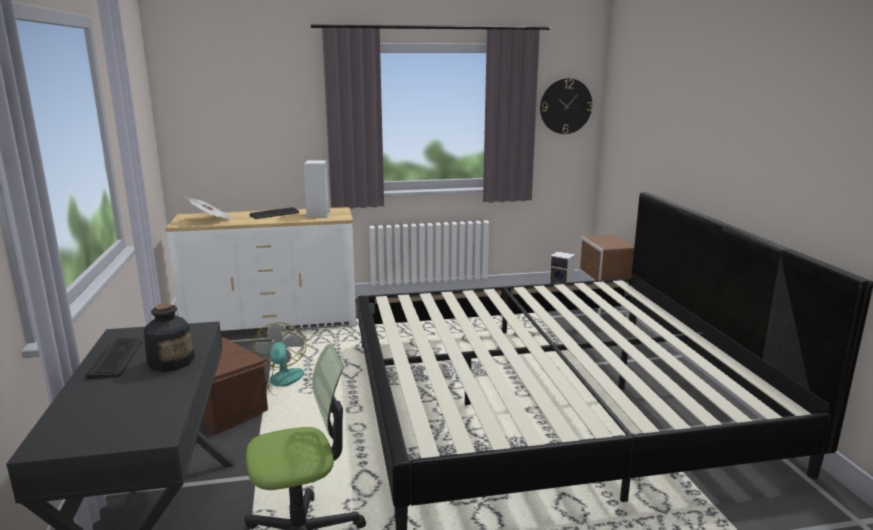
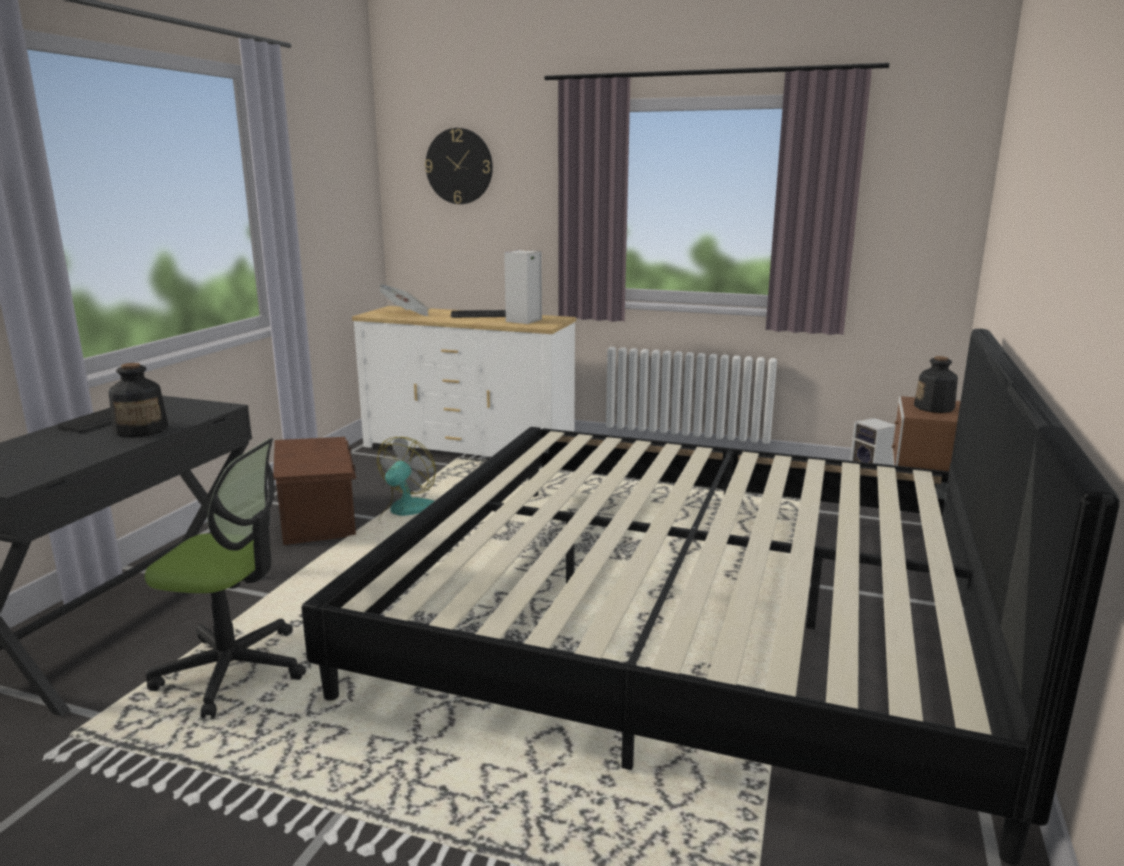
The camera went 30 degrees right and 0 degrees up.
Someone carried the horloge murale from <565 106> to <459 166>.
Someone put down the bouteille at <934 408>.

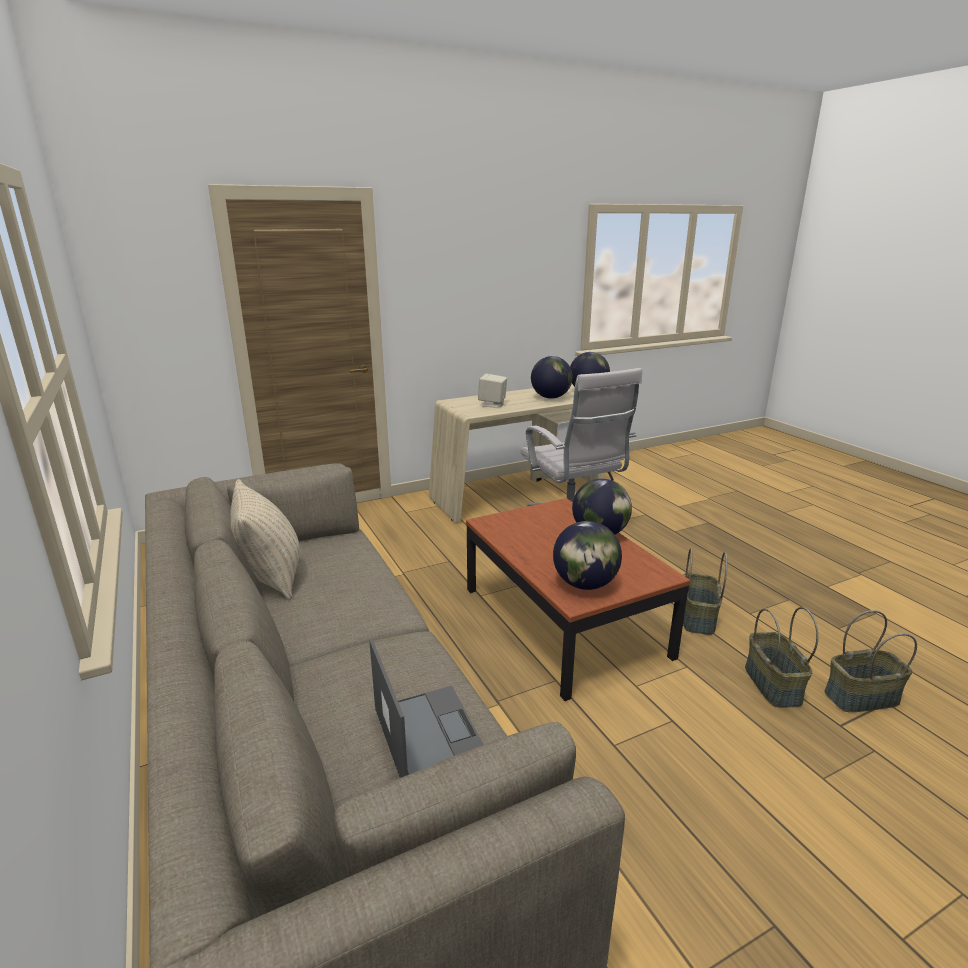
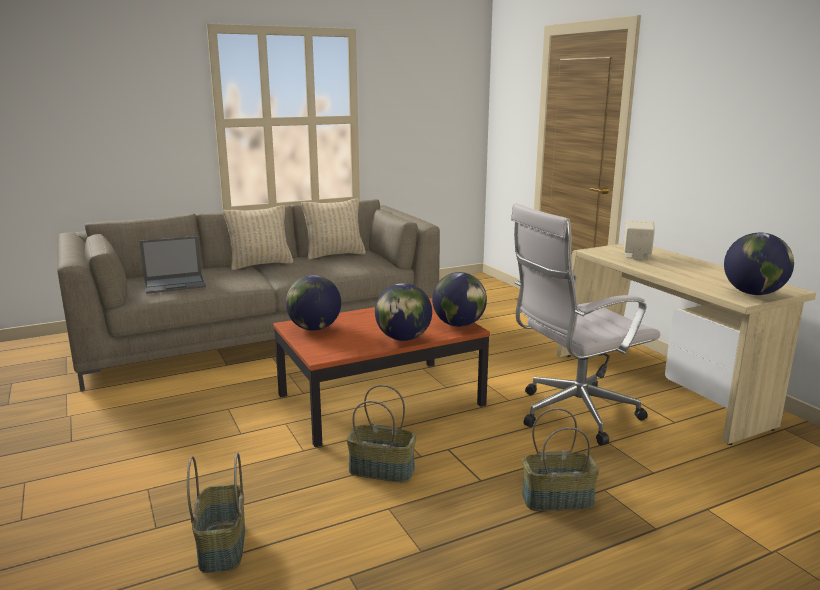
The camera went 90 degrees right and 5 degrees down.
Someone carried the globe from <550 397> to <458 325>.
Someone carried the panier from <771 684> to <558 499>.
Someone put down the coussin/beige at <261 264>.

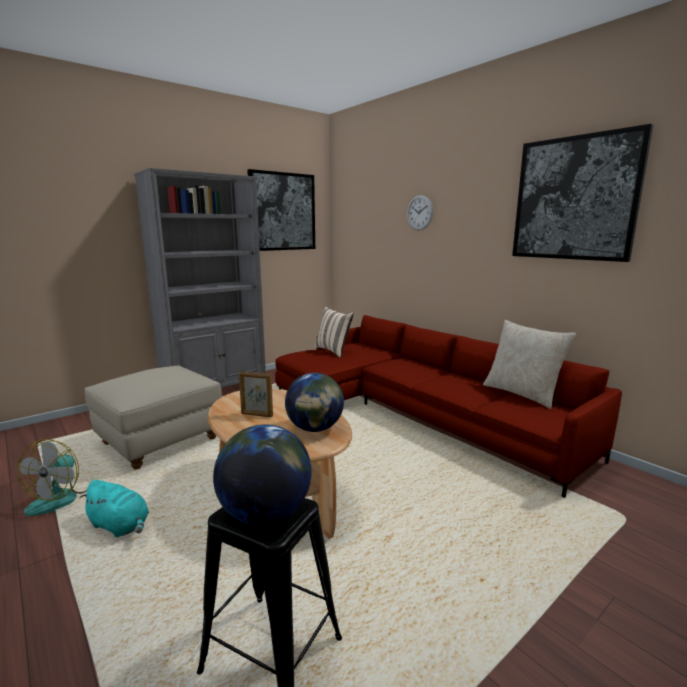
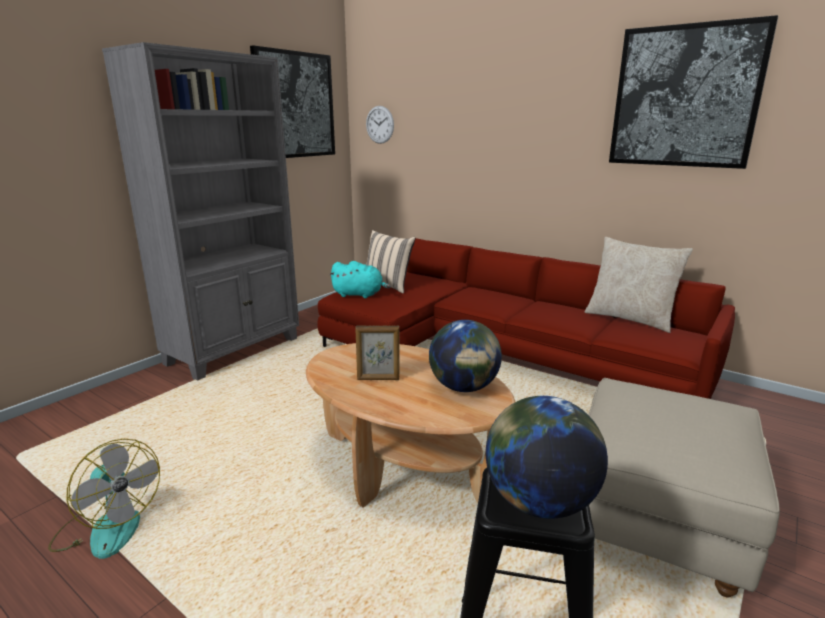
The camera went 15 degrees left and 5 degrees up.
Someone rotated the ventilateur at <60 497> by 45 degrees counterclockwise.
Someone carried the peluche/turquoise from <120 526> to <359 295>.
Someone carried the pouf/beige from <160 442> to <654 522>.
Someone carried the horloge murale from <419 213> to <379 124>.

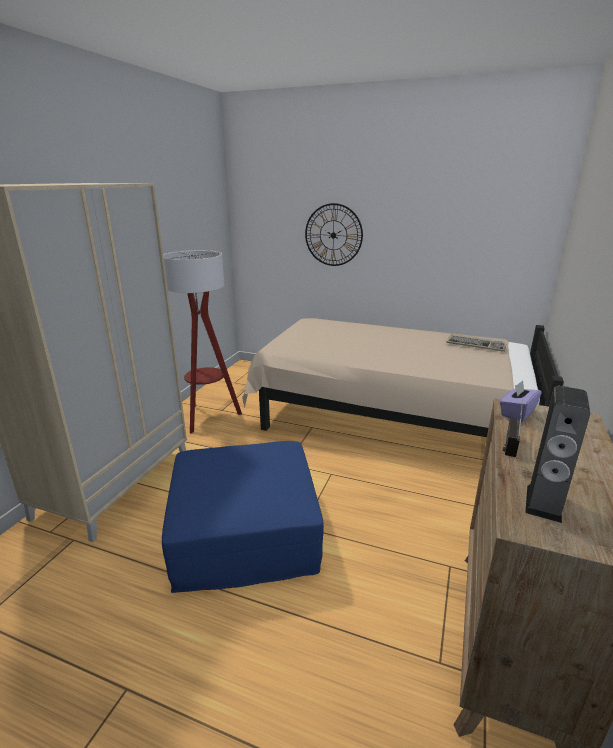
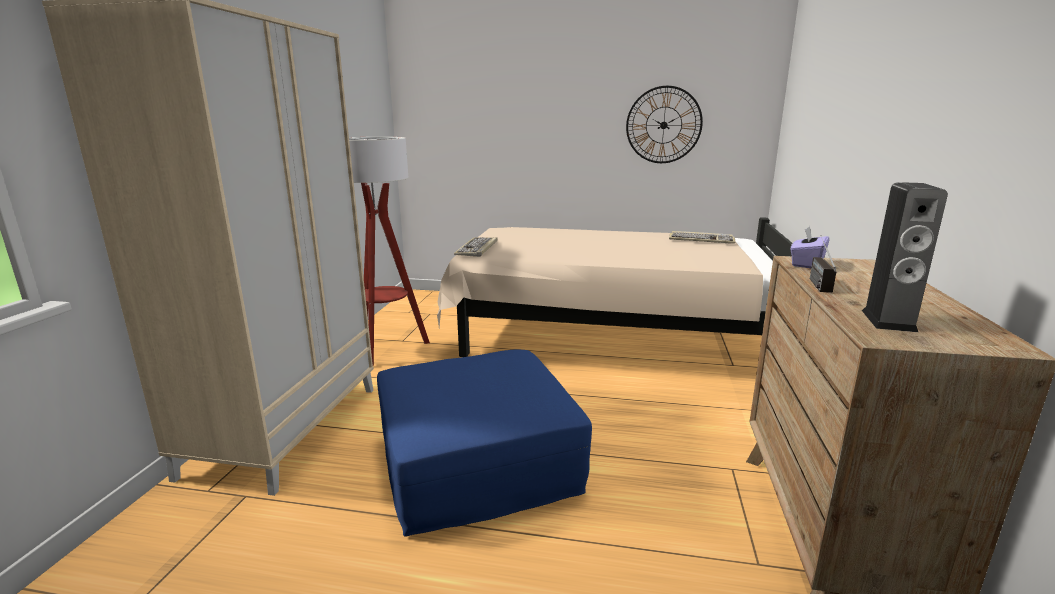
The camera went 10 degrees left and 5 degrees down.
Someone carried the horloge murale from <333 235> to <663 125>.
Someone put down the clavier at <477 249>.

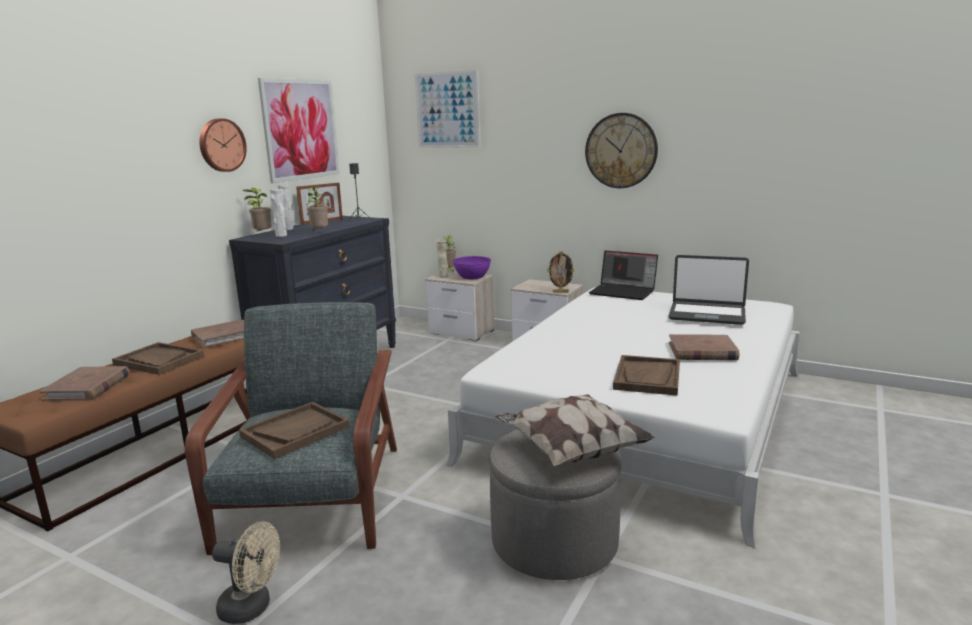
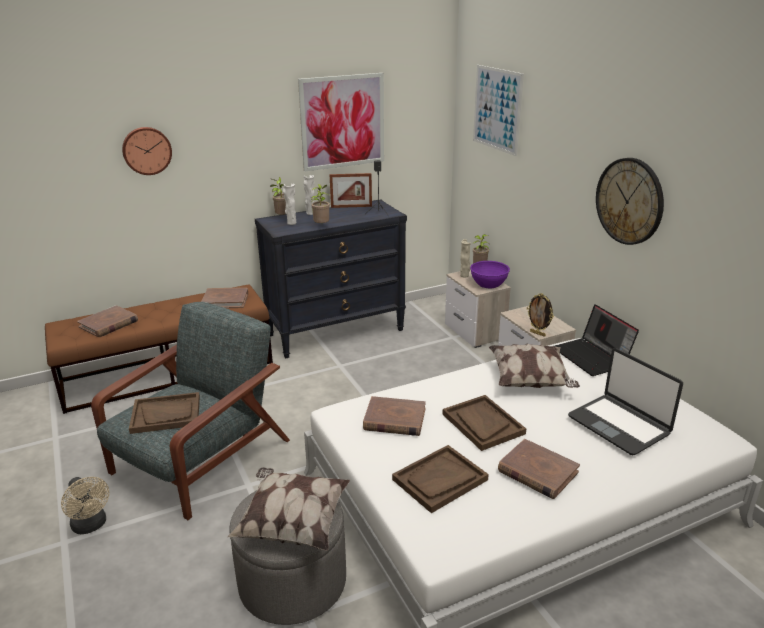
The camera went 35 degrees right and 10 degrees up.
Someone carried the plateau/marron from <158 360> to <482 424>.
Someone carried the horloge murale from <221 145> to <146 150>.
Someone put down the livre/marron at <394 419>.
Someone put down the coussin at <530 381>.

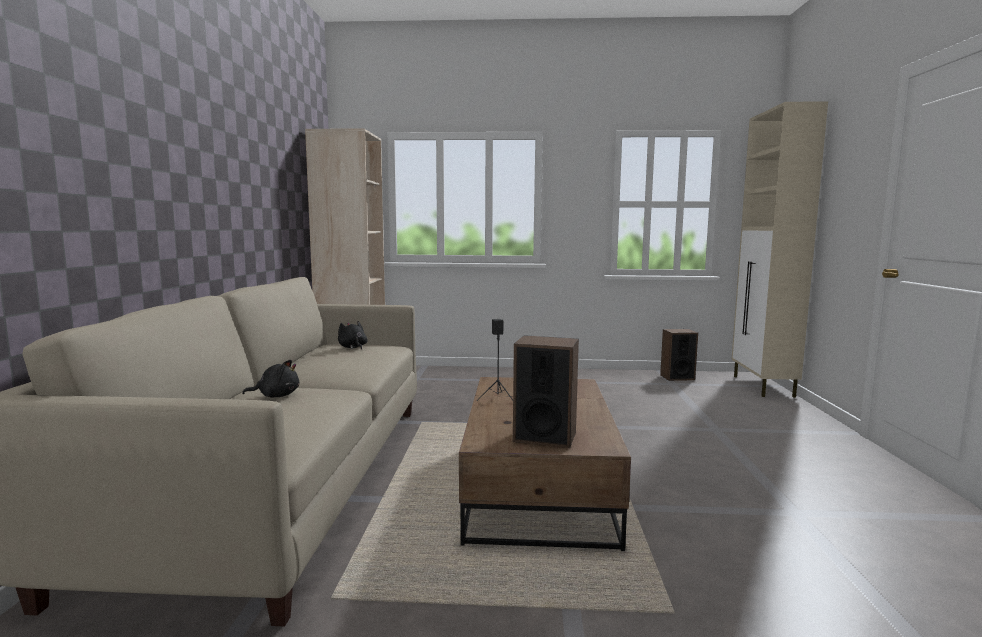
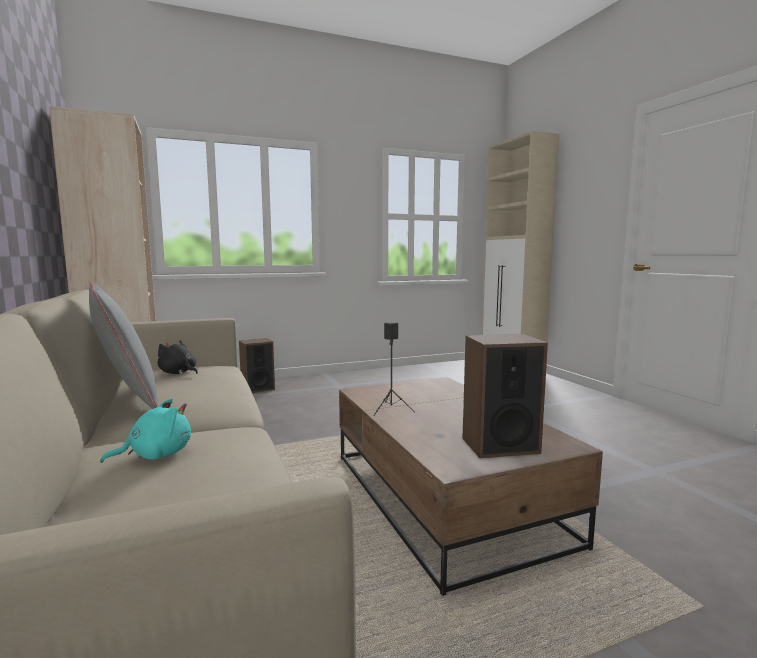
The camera went 25 degrees left and 0 degrees up.
Someone repainted the peluche/noir at <276 396>, which became the peluche/turquoise at <156 455>.
Someone carried the enceinte from <677 377> to <257 389>.
Someone put down the coussin/gris at <127 400>.

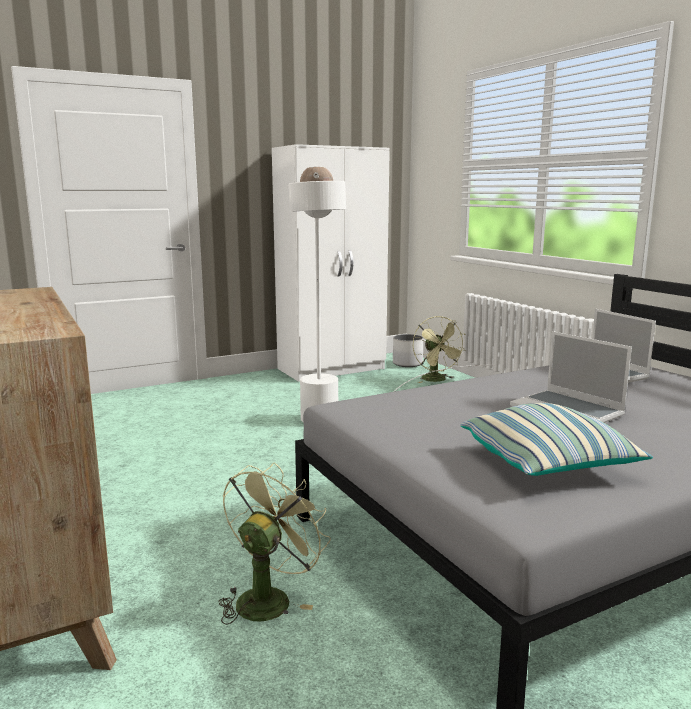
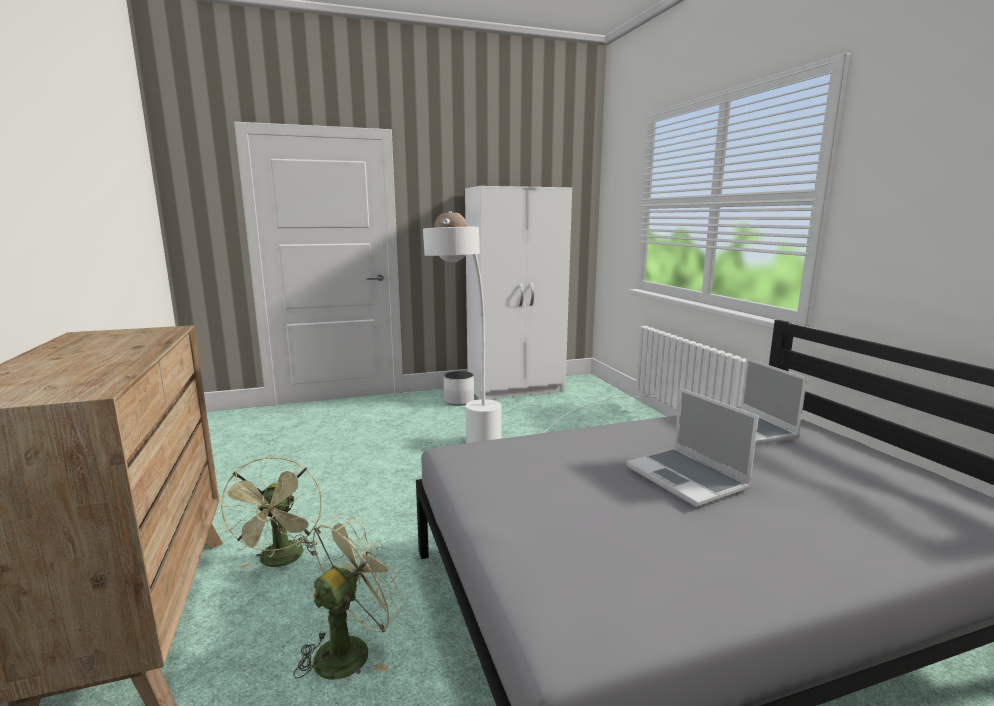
The camera went 10 degrees right and 0 degrees up.
Someone carried the cache-pot/blanc from <407 363> to <459 401>.
Someone carried the ventilateur/vert from <437 380> to <281 561>.
Someone took away the coussin at <548 464>.

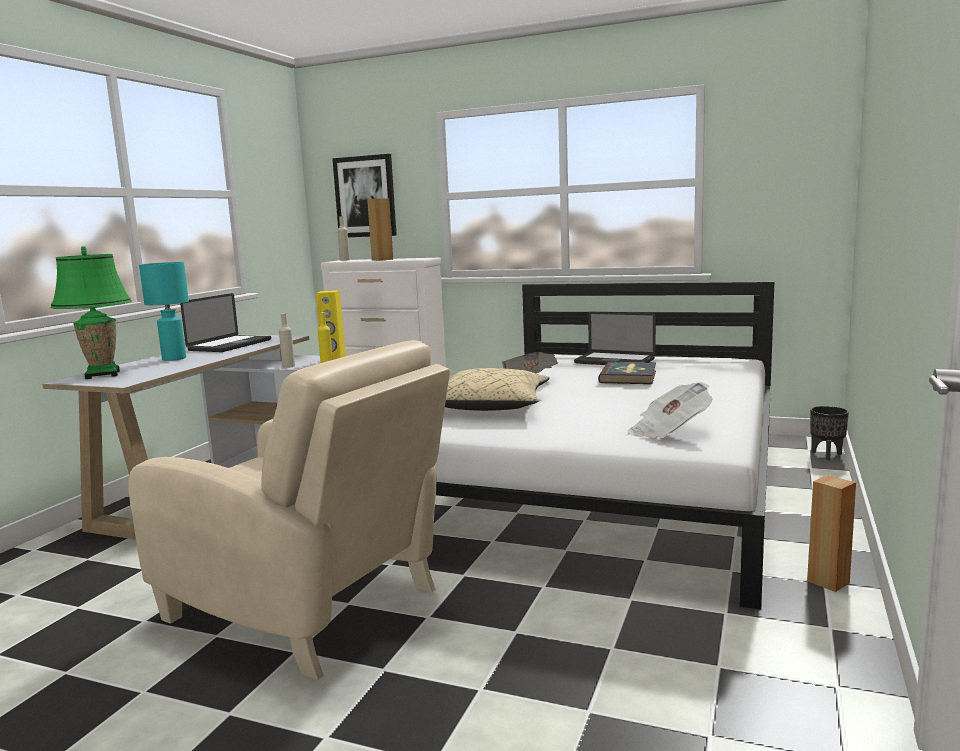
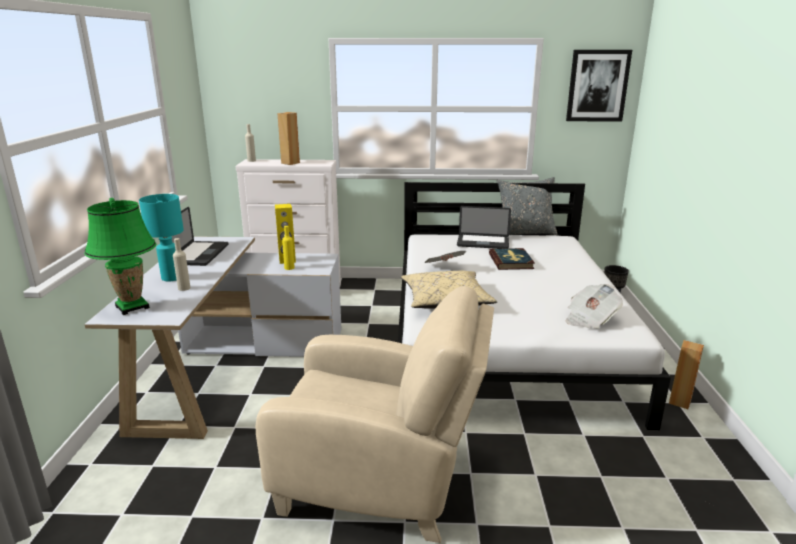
The camera went 20 degrees left and 10 degrees up.
Someone carried the bouteille/beige from <288 366> to <184 288>.
Someone carried the tableau from <365 196> to <597 86>.
Someone put down the coussin/gris at <524 233>.

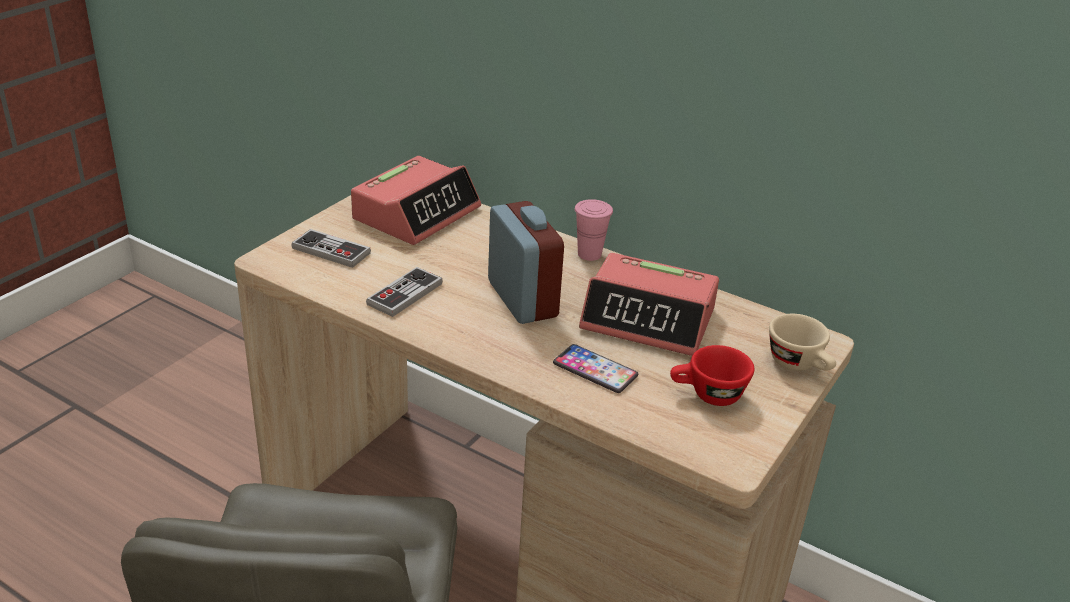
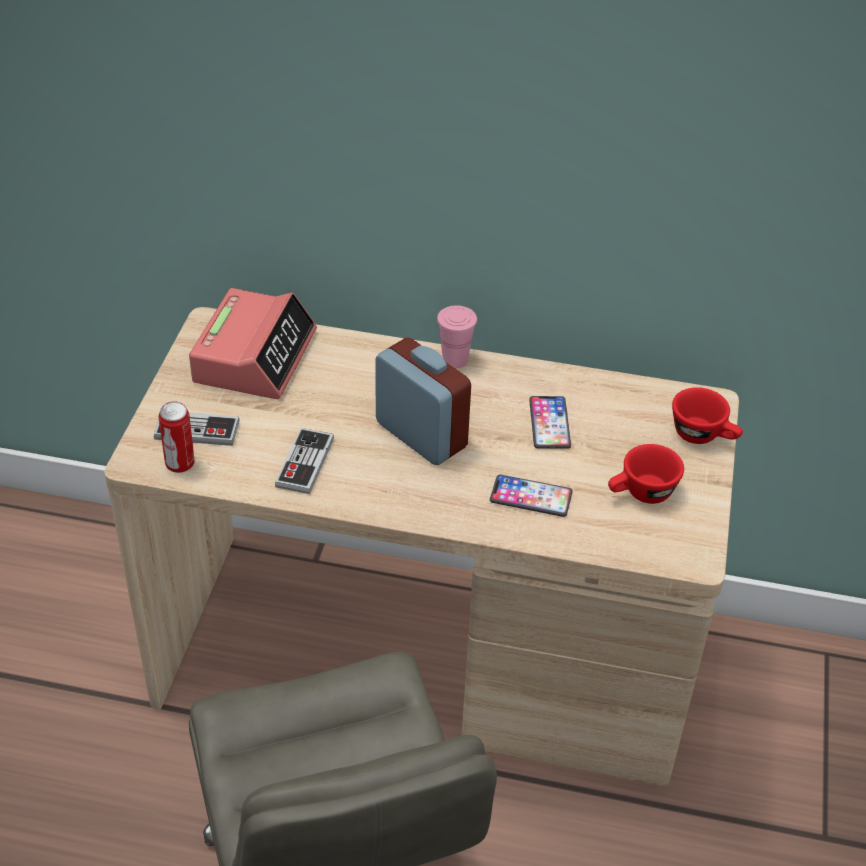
The camera went 20 degrees left and 10 degrees up.
Someone swapped the réveil at <649 319> for the téléphone at <549 423>.
Someone repainted the tasse/beige at <799 365>, which became the tasse/rouge at <703 435>.
Someone put down the boîte métallique at <180 465>.

